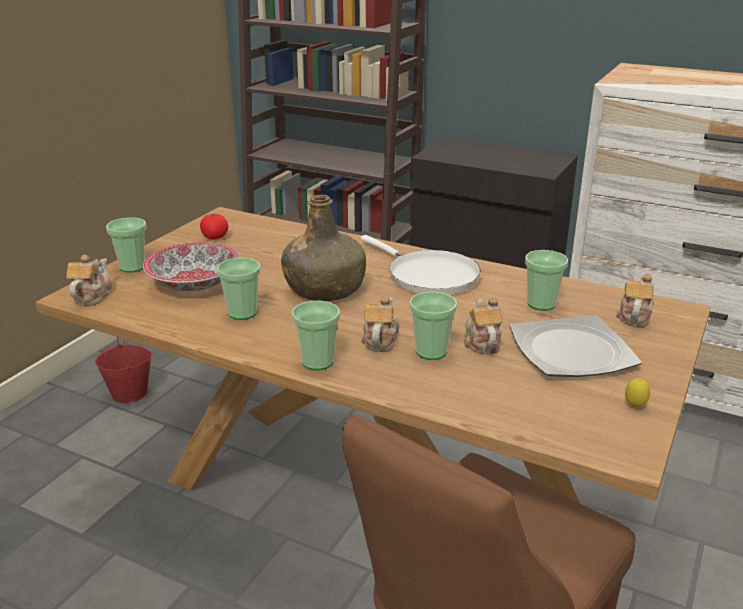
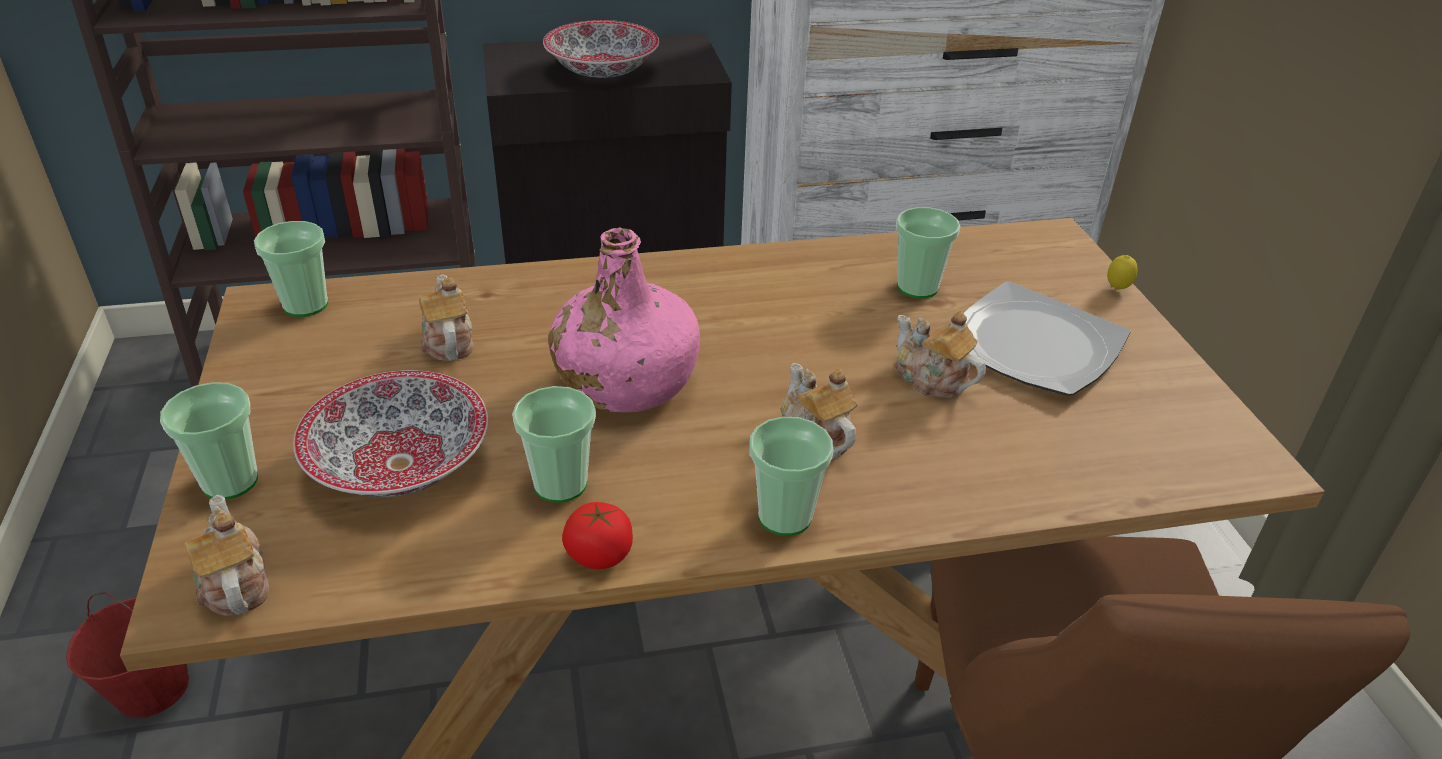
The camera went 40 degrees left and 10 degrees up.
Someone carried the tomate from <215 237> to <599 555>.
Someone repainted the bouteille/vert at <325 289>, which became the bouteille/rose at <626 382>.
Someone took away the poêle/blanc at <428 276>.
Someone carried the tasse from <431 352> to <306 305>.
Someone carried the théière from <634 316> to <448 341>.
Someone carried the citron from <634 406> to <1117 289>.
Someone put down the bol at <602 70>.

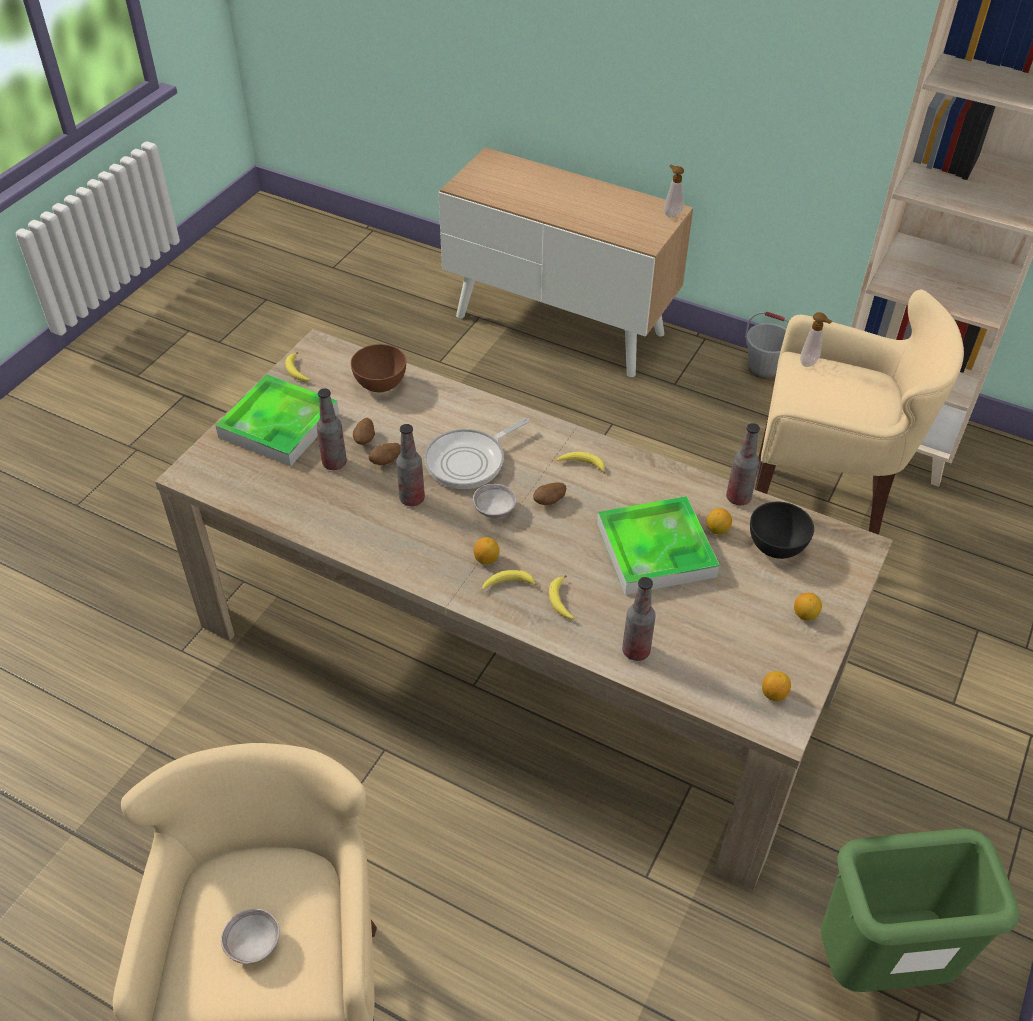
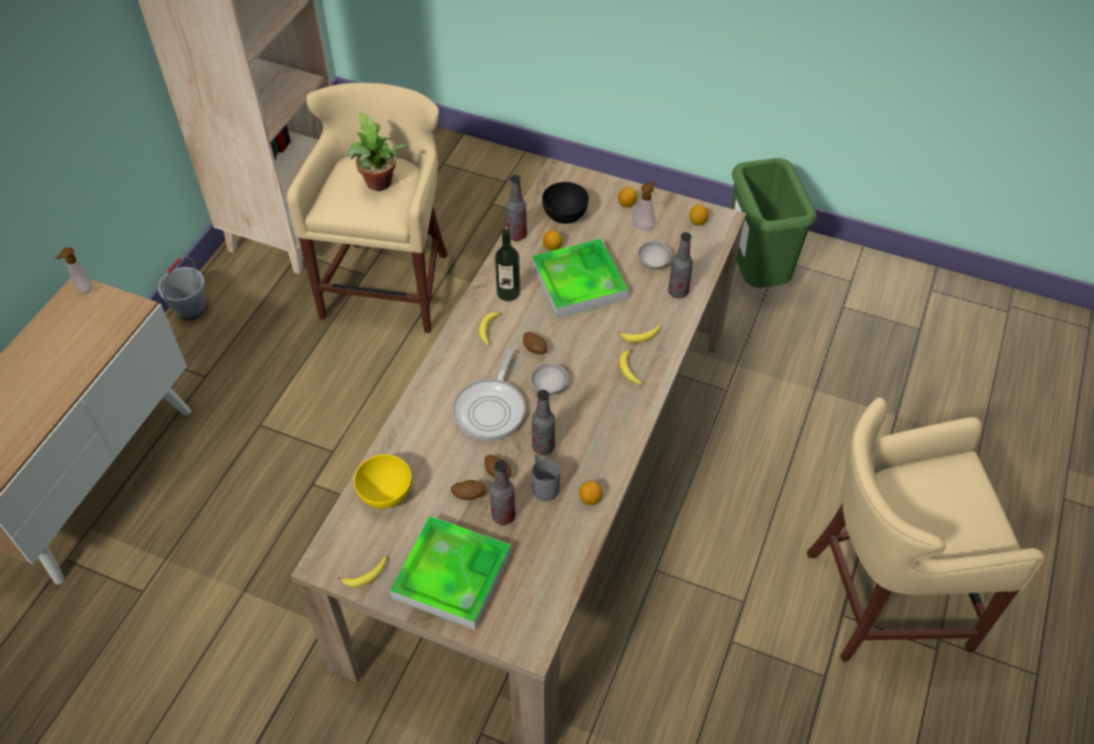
The camera went 95 degrees left and 5 degrees up.
Someone carried the bol/gris from <253 943> to <653 262>.
Someone repainted the bol/marron at <380 384>, which became the bol/jaune at <386 494>.
Someone rotated the poêle at <469 461> by 60 degrees clockwise.
Someone carried the citron from <486 559> to <590 499>.
Someone carried the distributeur de savon from <810 363> to <644 225>.
Someone put down the plante en pot at <380 185>.
Someone put down the bouteille at <508 292>.
Someone put down the mug/gris at <543 484>.

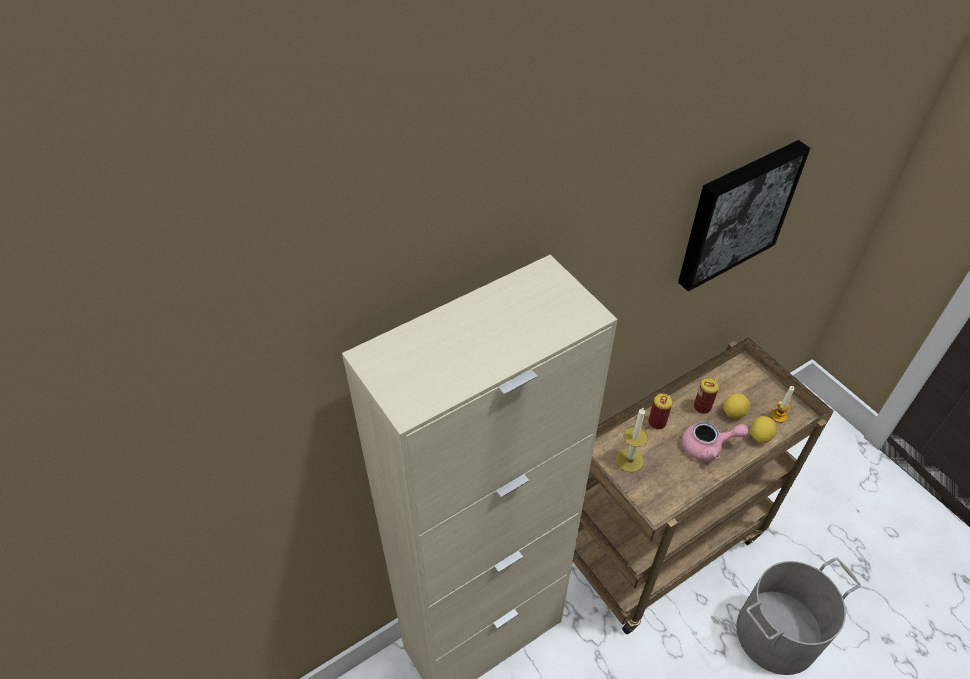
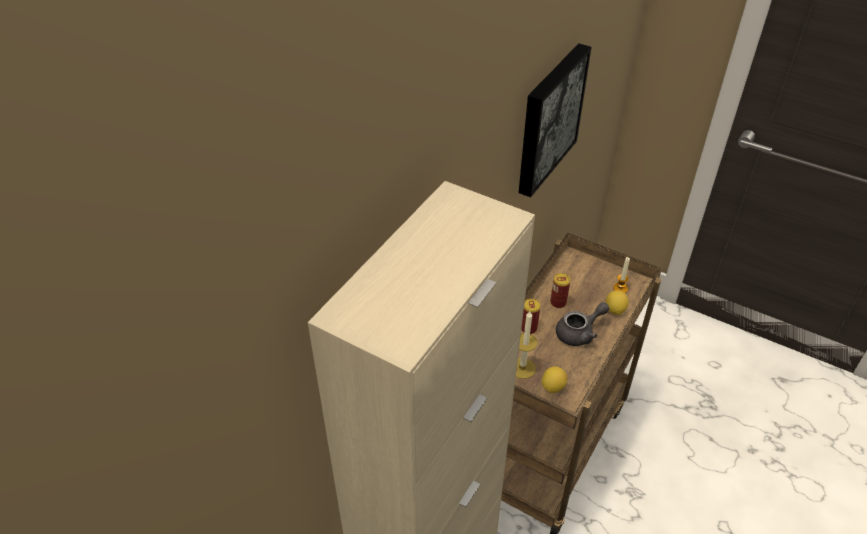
The camera went 25 degrees left and 5 degrees down.
Someone repainted the théière/rose at <708 446>, which became the théière/gris at <579 333>.
Someone carried the citron from <733 413> to <553 387>.
Someone took away the seau/gris at <778 635>.

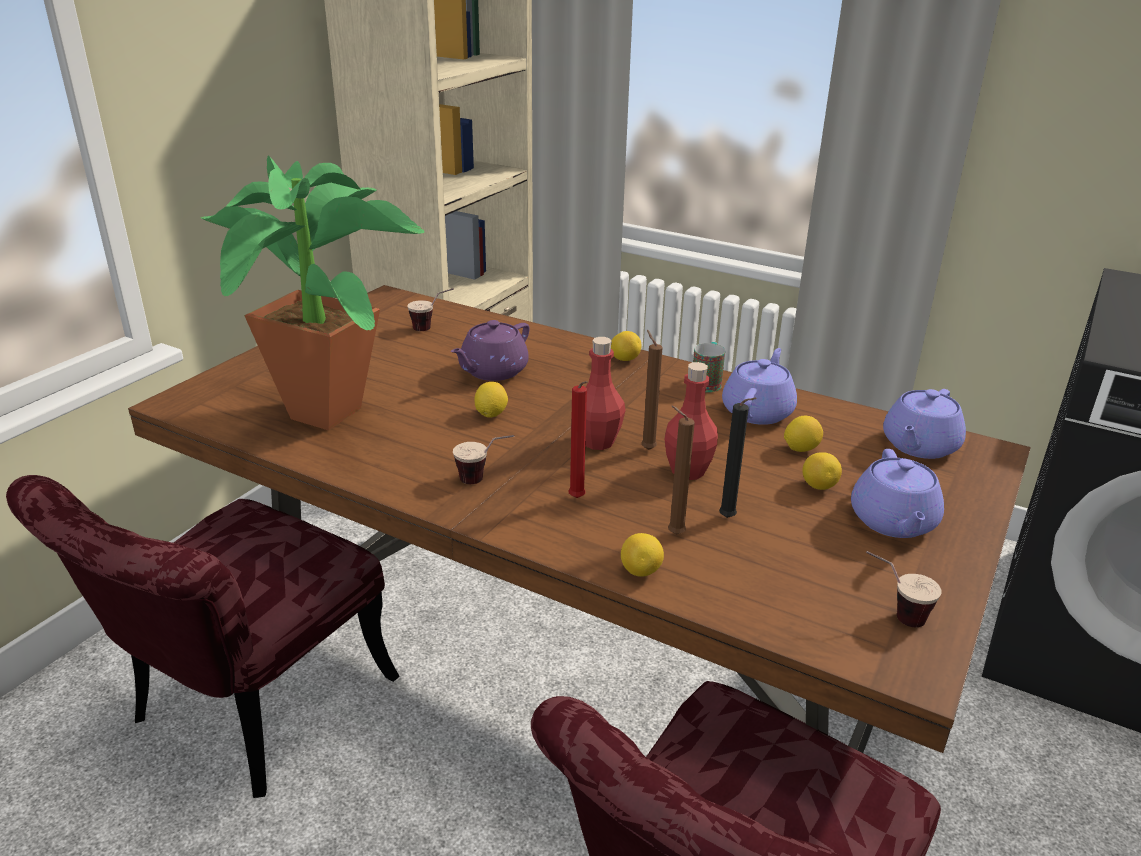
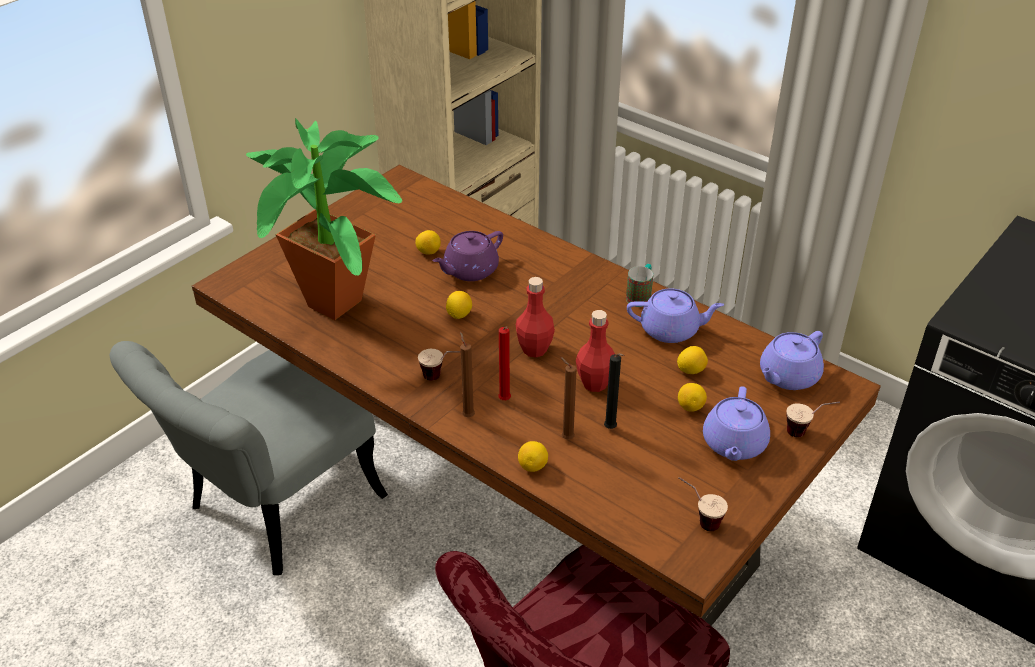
The camera went 10 degrees right and 10 degrees up.
Someone repainted the chaise/rouge at <245 715>, which became the chaise/gris at <271 512>.
Someone carried the tasse from <432 328> to <807 432>.
Someone carried the citron from <624 359> to <428 252>.
Someone carried the bougie/marron from <647 448> to <467 415>.
Someone rotated the théière/violet at <758 411> by 60 degrees clockwise.

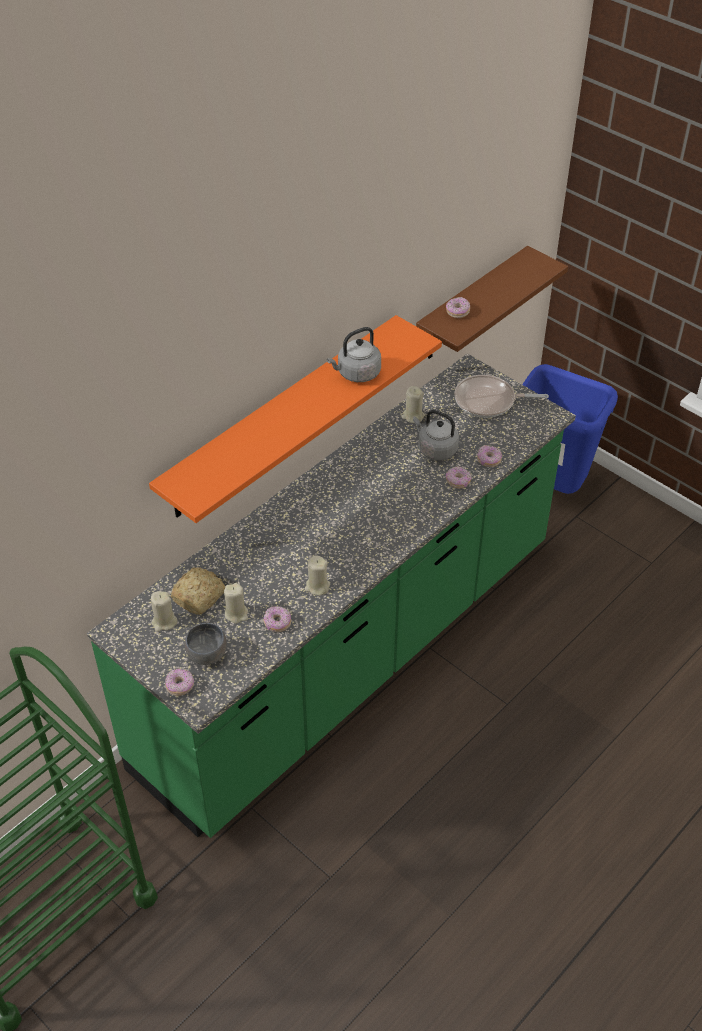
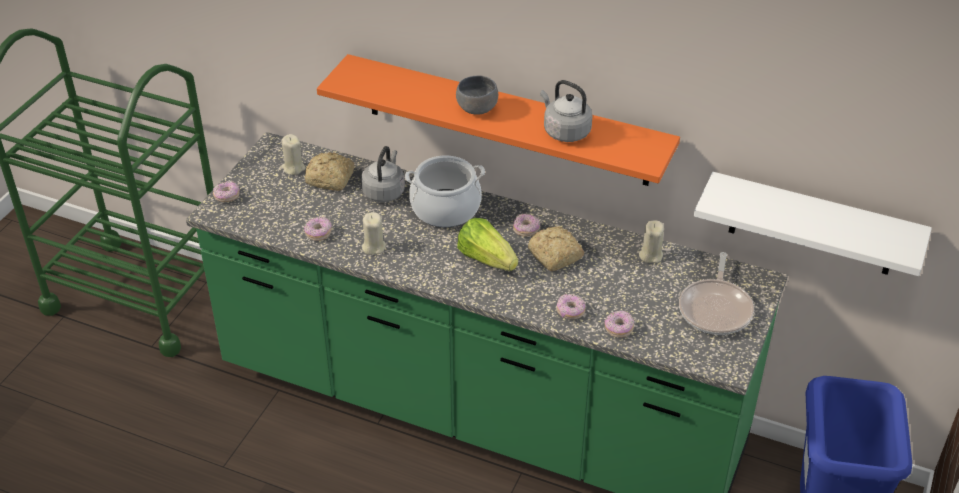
The camera went 70 degrees right and 5 degrees down.
Someone carried the bol/gris from <207 656> to <475 109>.
Someone took away the bougie/beige at <236 613>.
Someone carried the bouilloire/gris from <435 449> to <384 191>.
Someone repainted the étagère/marron at <471 305>, which became the étagère/blanc at <813 225>.
Someone carried the beignet from <457 312> to <526 230>.
Someone rotated the poêle at <488 401> by 150 degrees counterclockwise.
Someone put down the marmite at <446 209>.
Someone put down the laitue at <486 259>.
Someone put down the pain at <555 256>.

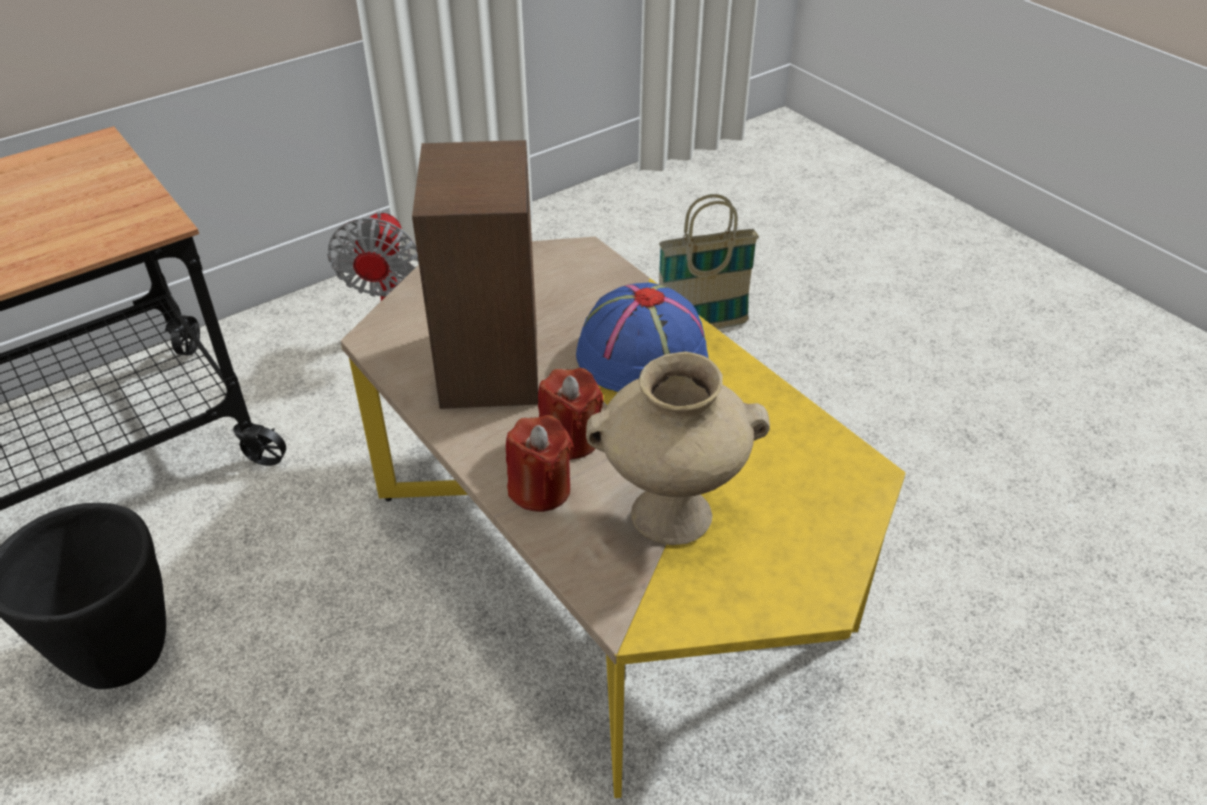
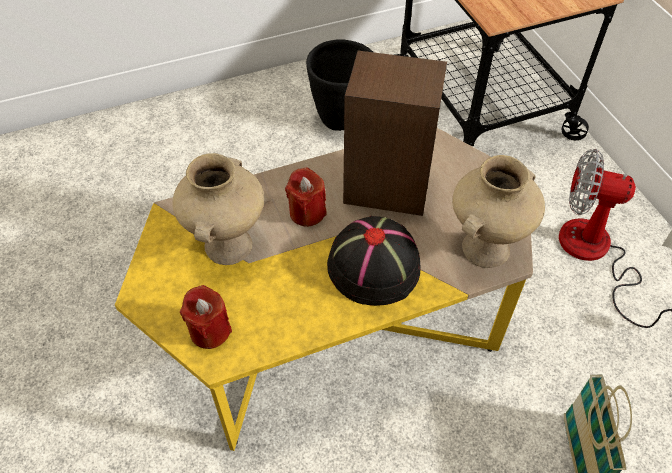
The camera went 105 degrees right and 10 degrees up.
Someone carried the bougie/rouge from <540 489> to <210 331>.
Someone repainted the chapeau/bleu at <641 356>, which became the chapeau/noir at <374 265>.
Someone put down the vase/beige at <485 247>.

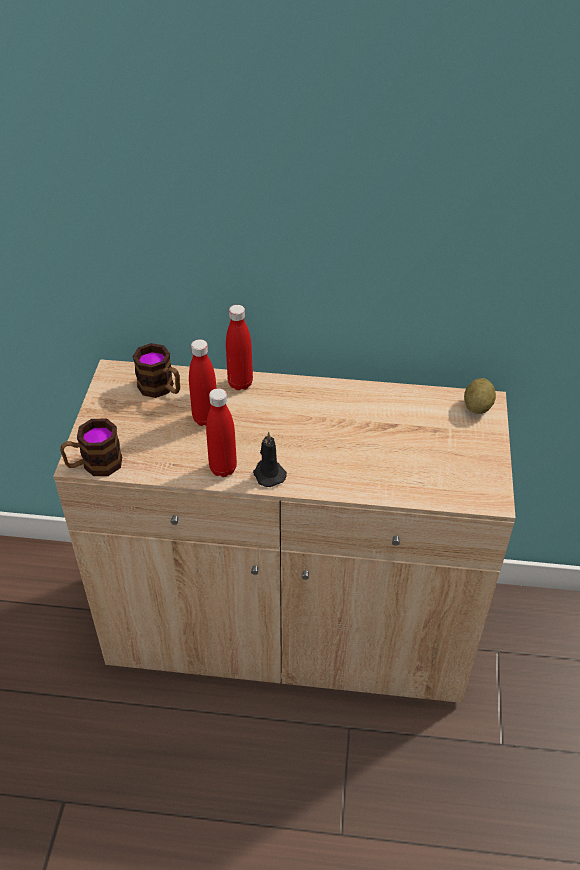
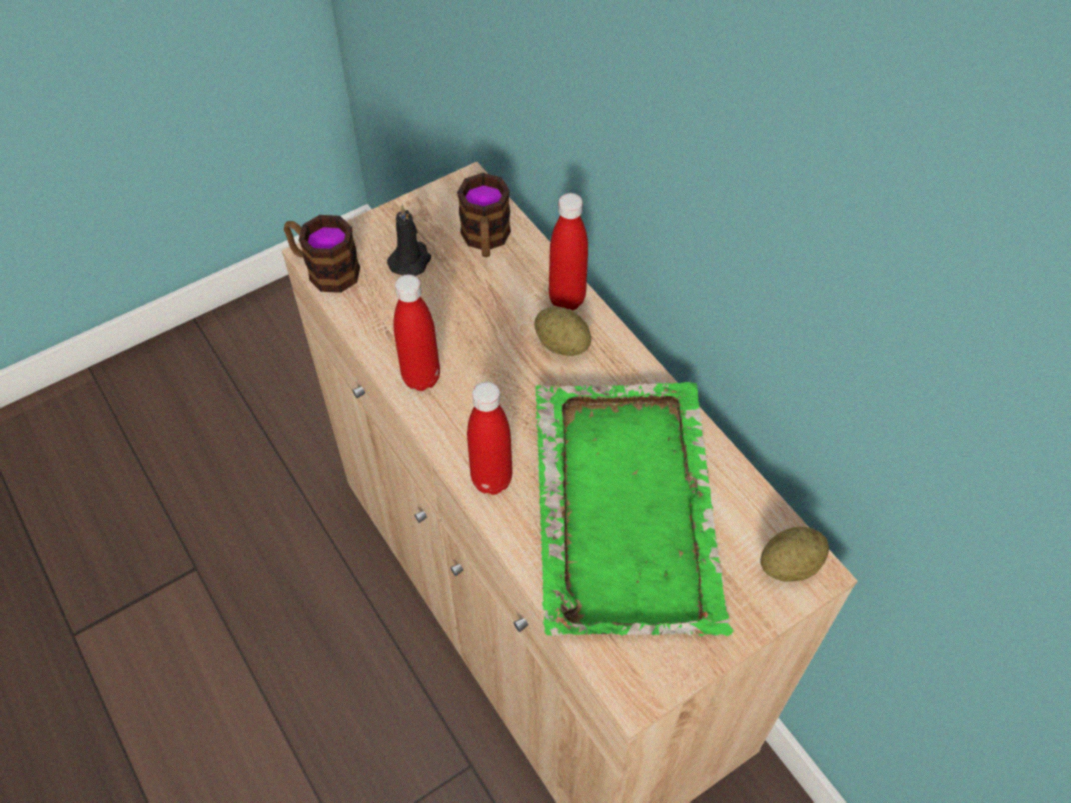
The camera went 50 degrees right and 10 degrees up.
Someone carried the bouteille/rouge from <205 419> to <491 479>.
Someone carried the bougie/noir from <268 474> to <411 260>.
Someone put down the pomme de terre at <562 345>.
Someone put down the plateau/vert at <626 505>.

